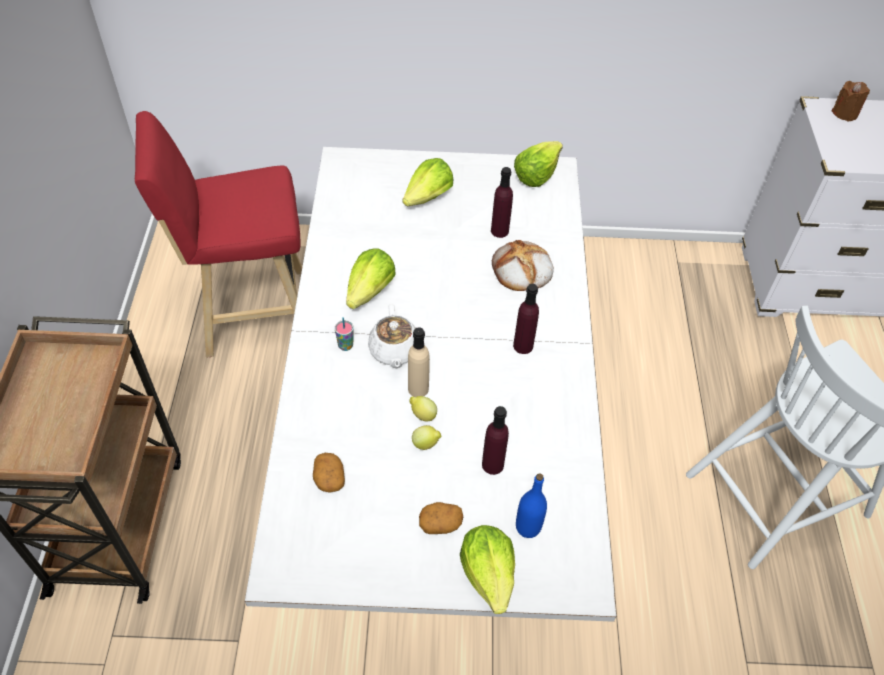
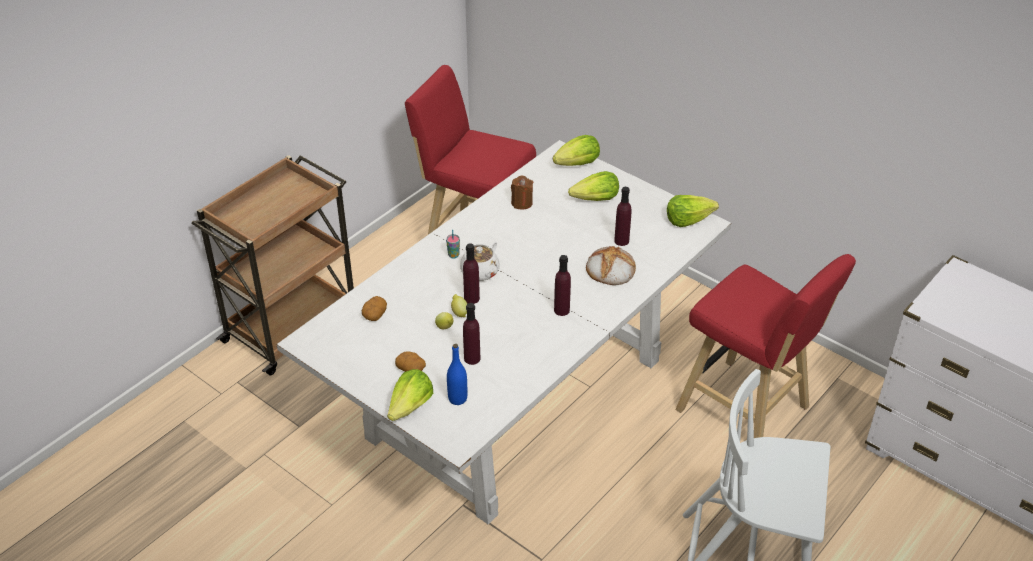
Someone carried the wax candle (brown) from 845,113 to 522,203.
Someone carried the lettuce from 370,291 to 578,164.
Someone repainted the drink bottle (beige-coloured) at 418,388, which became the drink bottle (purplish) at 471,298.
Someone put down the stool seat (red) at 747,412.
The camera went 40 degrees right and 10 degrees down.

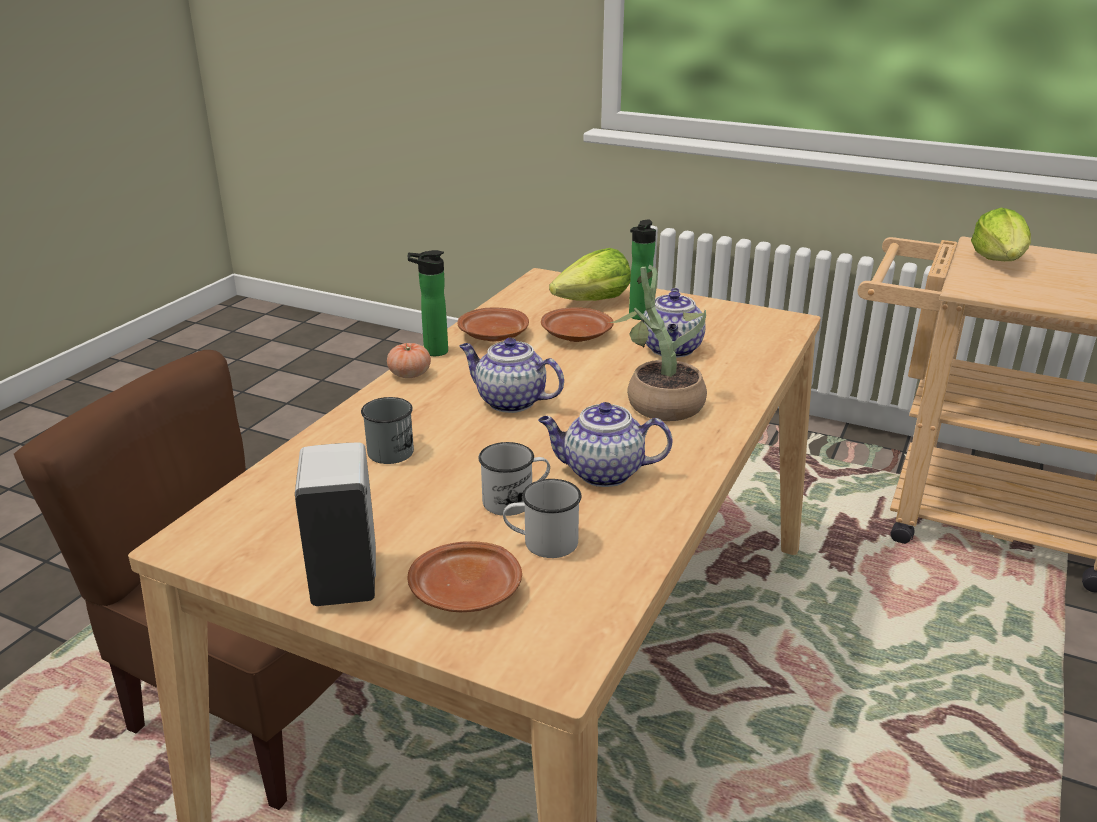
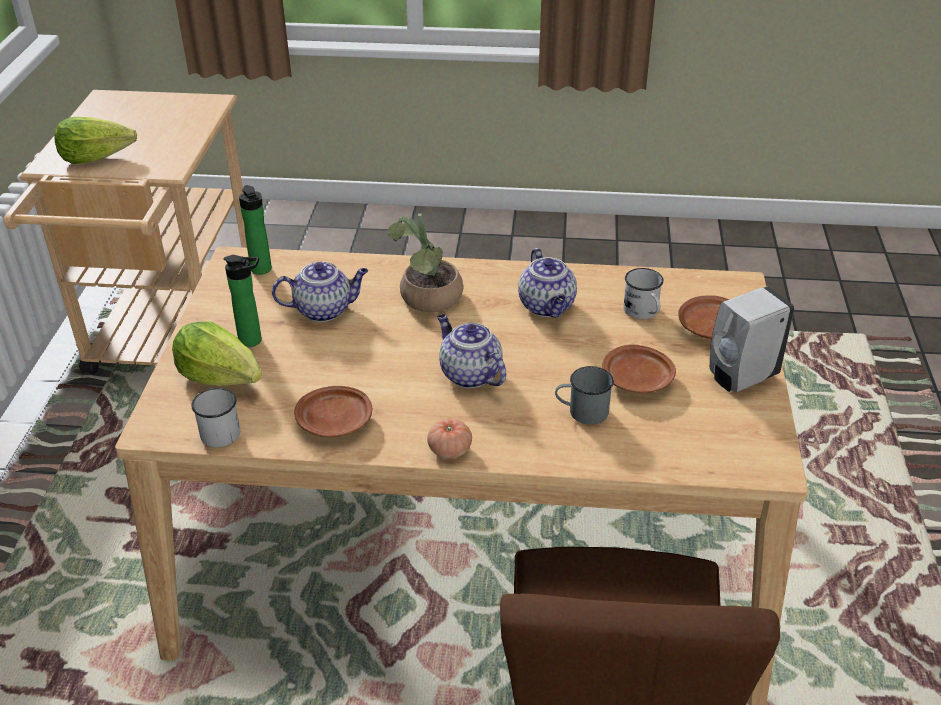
Someone carried the drink bottle from 432,351 to 262,271.
Someone carried the flat dish (brown) from 575,335 to 637,380.
Someone rotated the pot for tea at 509,401 by 135 degrees clockwise.
Someone carried the mug (whitish) from 515,500 to 217,430.
The camera went 110 degrees left and 10 degrees up.

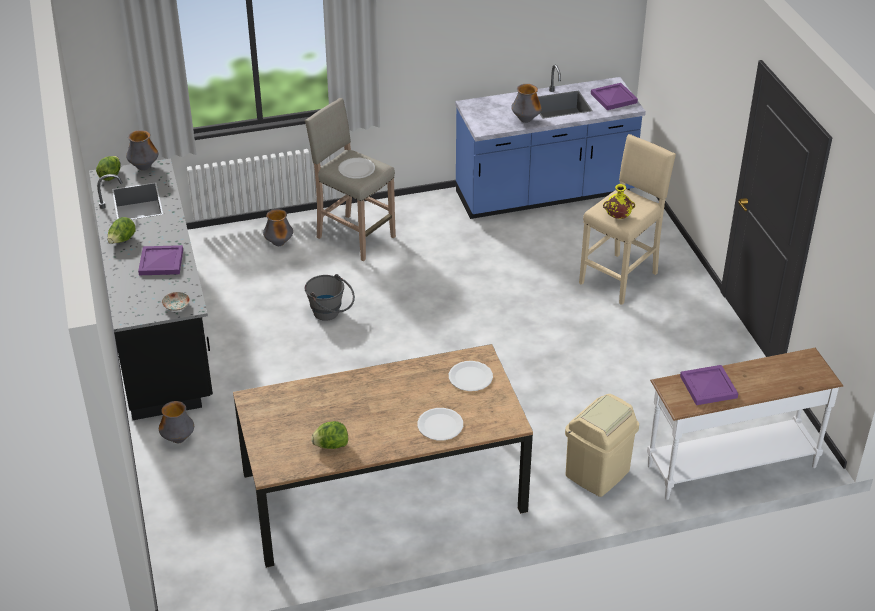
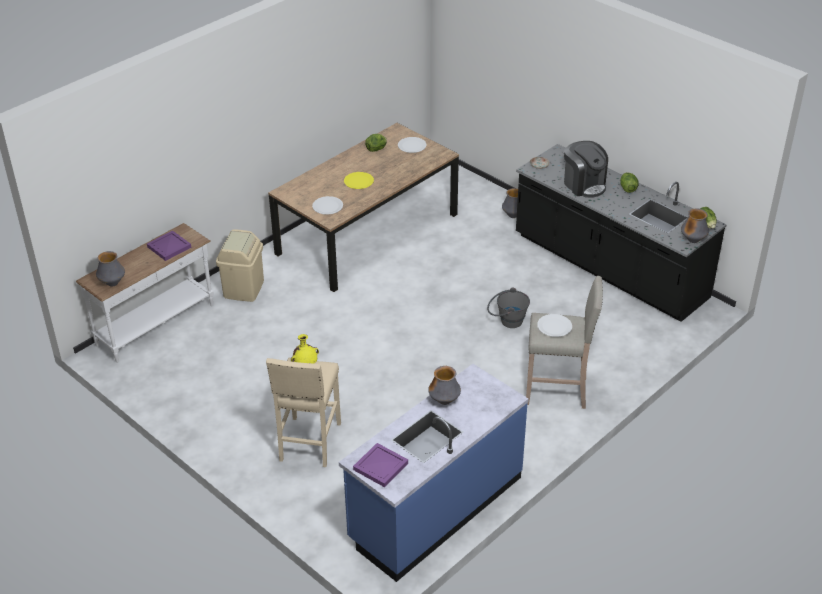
Someone carried the decorative vase from 279,243 to 112,283.
Someone swapped the carrying tray (purplish) at 160,262 for the coffee machine at 584,185.
Someone carried the flat dish (whitish) from 440,425 to 412,146.
Someone put down the flat dish (yellowish) at 358,181.
The camera went 150 degrees right and 0 degrees up.

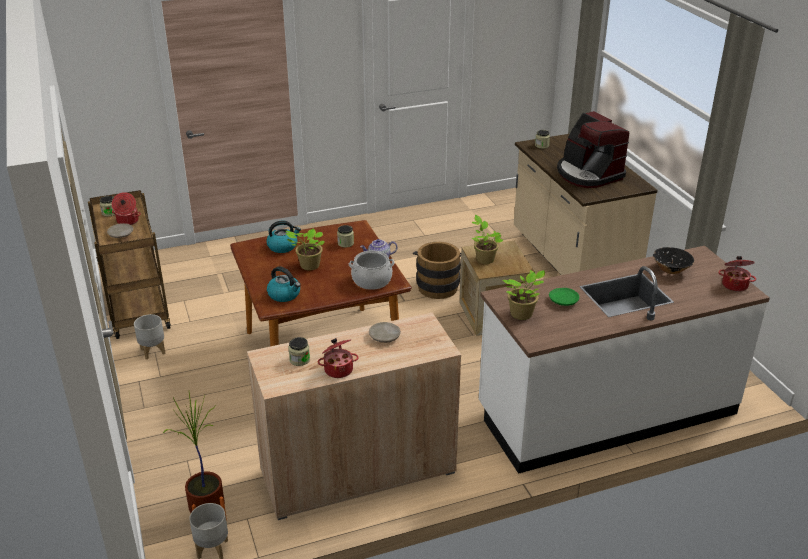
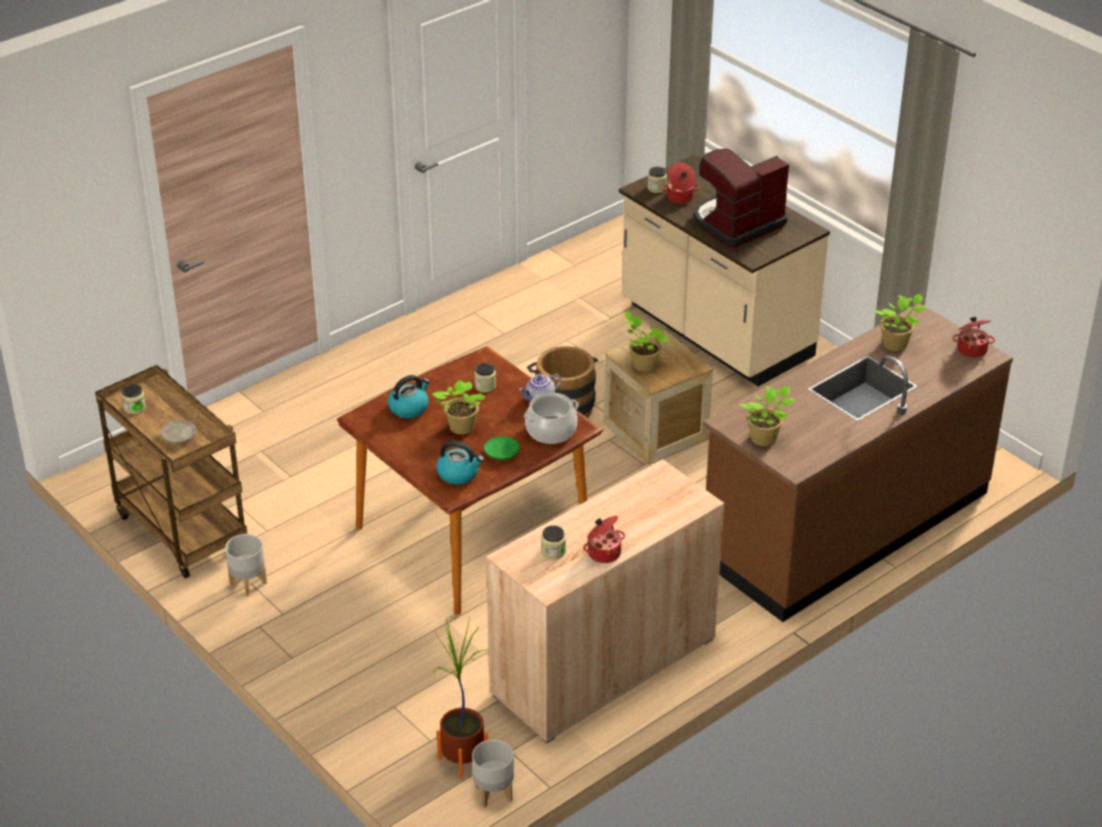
Someone rotated the coffee machine at 588,174 by 105 degrees clockwise.
Someone carried the cooking pot from 127,221 to 680,198.
Someone repainted the kitchen base unit (whitish) at 606,411, which became the kitchen base unit (brown) at 845,525.
Someone swapped the bowl (black-coloured) at 670,270 for the plant in a pot at 896,345.
Someone carried the flat dish (green-coloured) from 563,301 to 501,453.
Someone took away the flat dish (beige-coloured) at 385,337.
The camera went 20 degrees left and 5 degrees up.

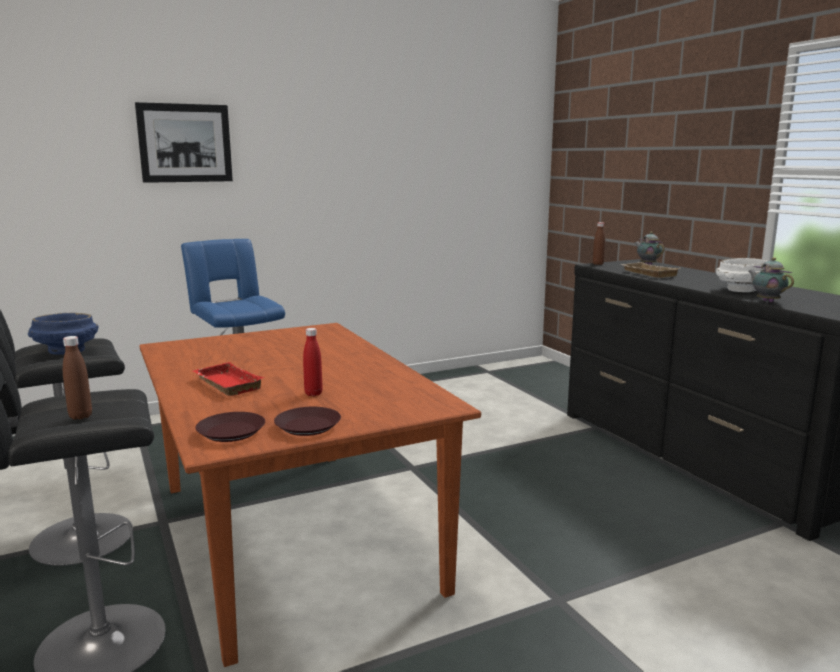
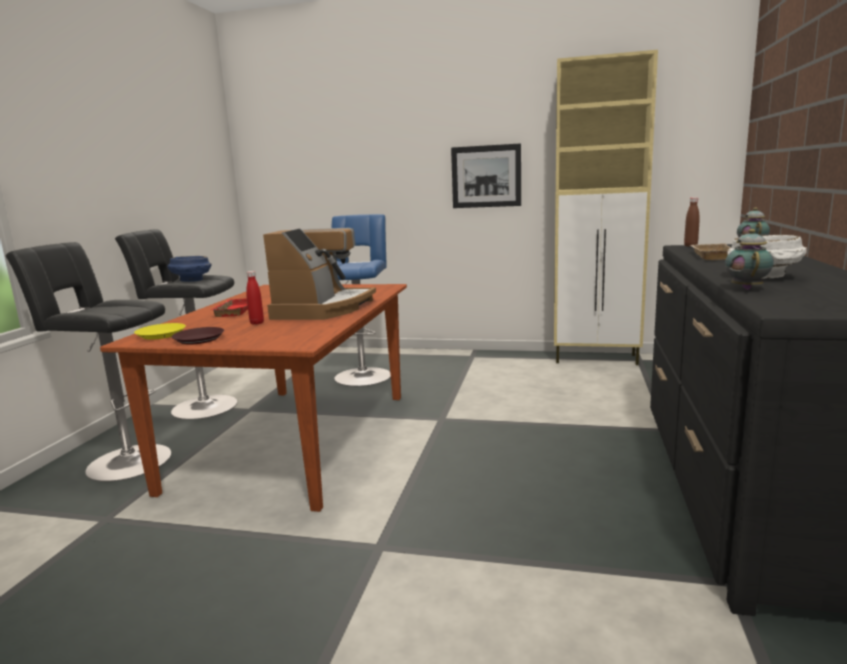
Someone carried the wall art from 185,143 to 486,176.
Someone took away the drink bottle (brown) at 80,416.
Someone repainted the flat dish (brown) at 230,432, which became the flat dish (yellowish) at 160,335.
Someone put down the cabinet (beige-coloured) at 597,359.
Someone put down the coffee machine at 323,309.
The camera went 40 degrees right and 0 degrees up.

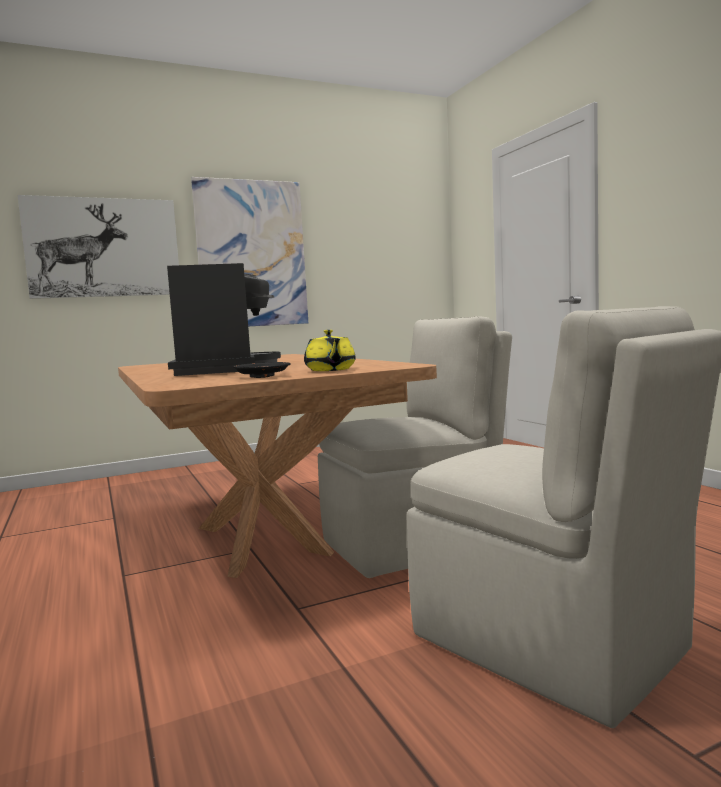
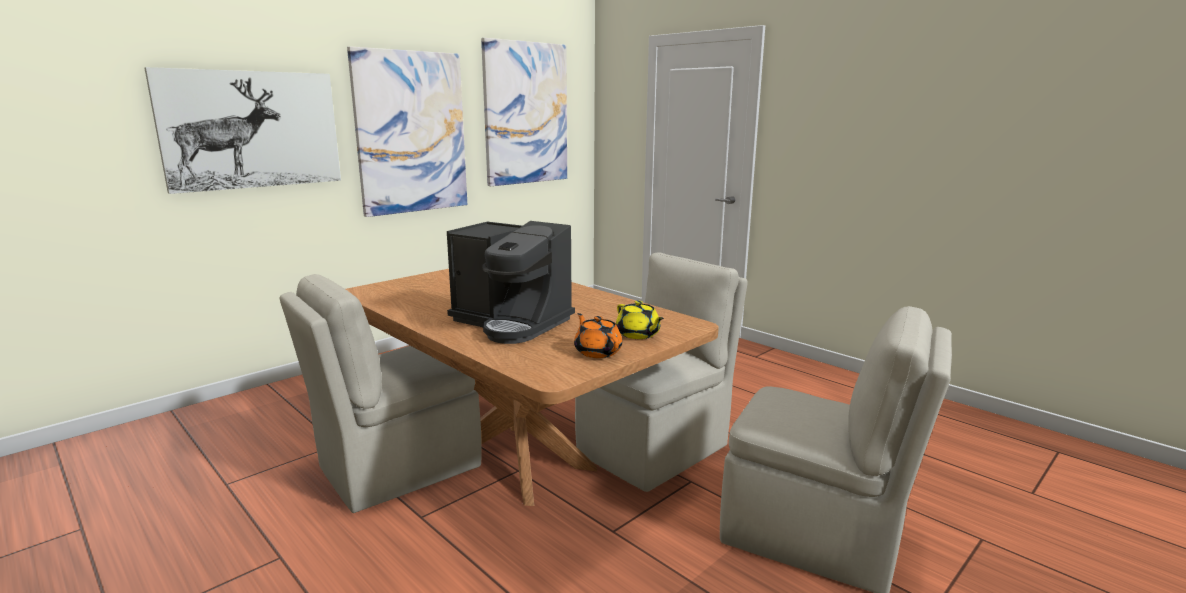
Someone rotated the coffee machine at 221,370 by 150 degrees clockwise.
Someone swapped the flat dish (black-coloured) at 261,376 for the pot for tea (orangey) at 597,352.
Someone put up the wall art at 526,114.
Someone put down the chair (beige-coloured) at 395,468.
The camera went 20 degrees left and 10 degrees up.

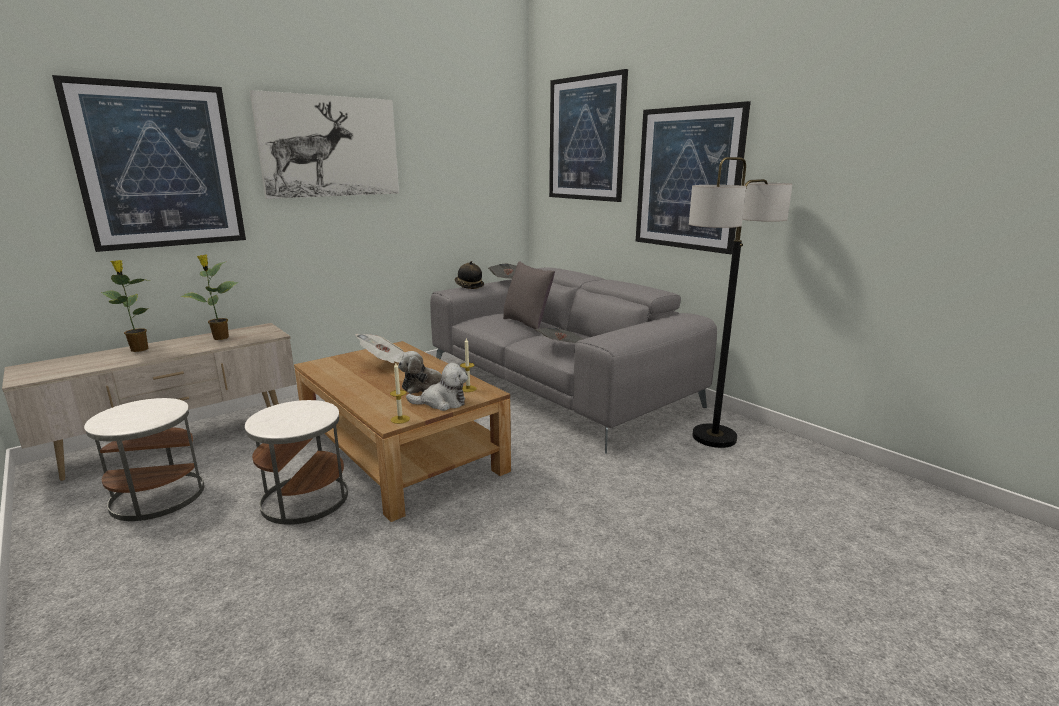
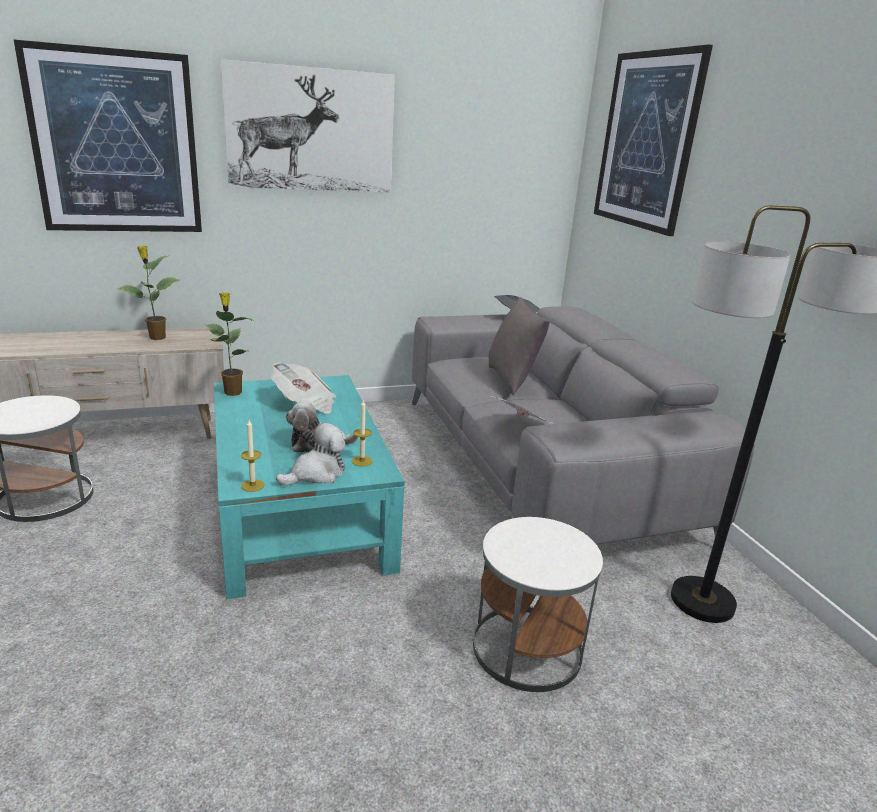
Someone took away the wall art at 687,179.
Someone carried the plant in a pot from 139,349 to 232,392.
Someone took away the wearable hat at 468,286.
Someone repainted the lounge table (brown) at 401,451, which became the lounge table (turquoise-coloured) at 299,510.
Someone rotated the soft toy at 442,403 by 60 degrees counterclockwise.
Someone carried the accent table (whitish) from 304,499 to 526,648.
The camera went 20 degrees right and 5 degrees up.

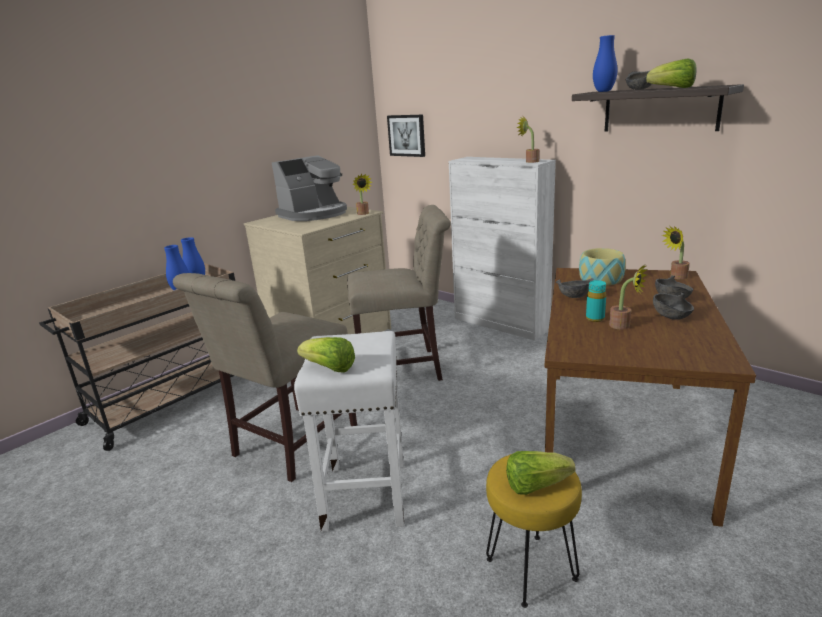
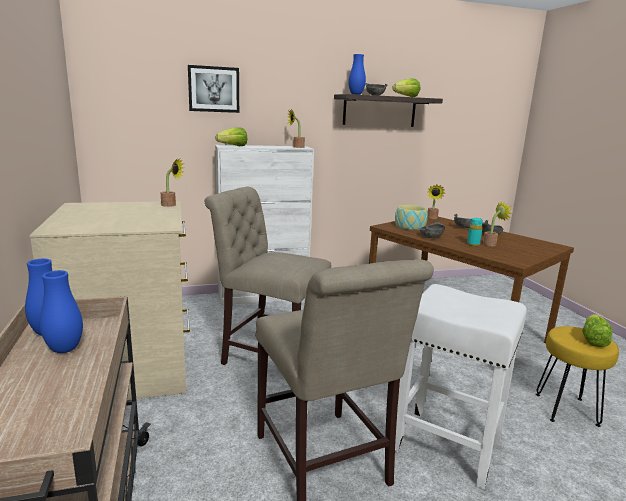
Someone carried the wall art from 407,135 to 214,89.
Someone took away the coffee machine at 314,214.
Someone rotated the chair (beige-coloured) at 404,368 by 90 degrees counterclockwise.
Someone carried the lettuce from 329,368 to 233,146.
The camera went 60 degrees left and 5 degrees down.

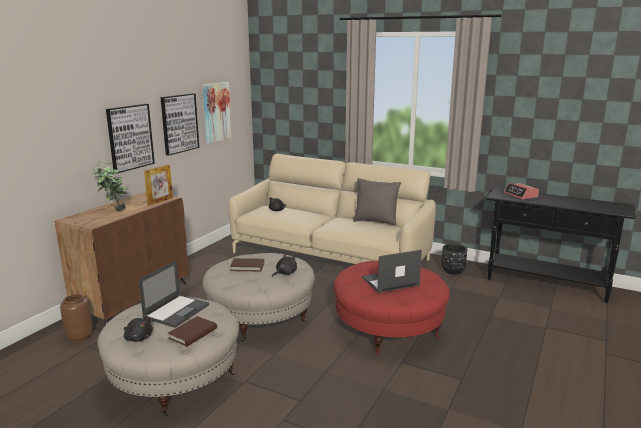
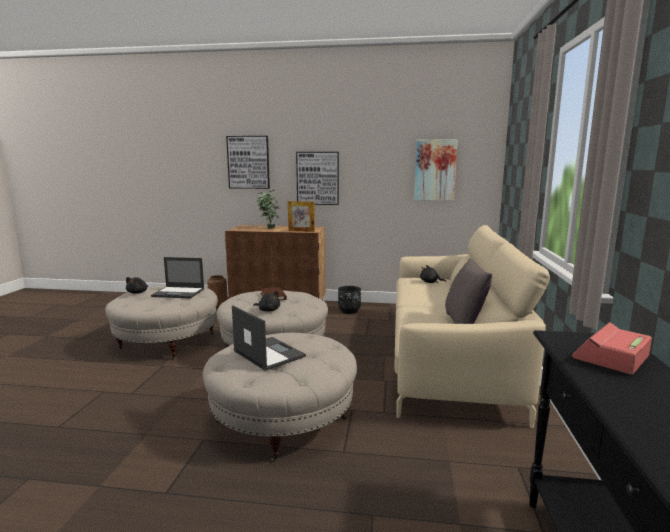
Someone carried the wall art from 179,123 to 248,162.
Someone carried the flower pot (black-coloured) from 452,271 to 349,311.
Someone repainted the footrest (red) at 388,328, which became the footrest (beige-coloured) at 282,420.
Someone took away the bound book (brown) at 193,333.
The camera went 70 degrees right and 5 degrees down.

